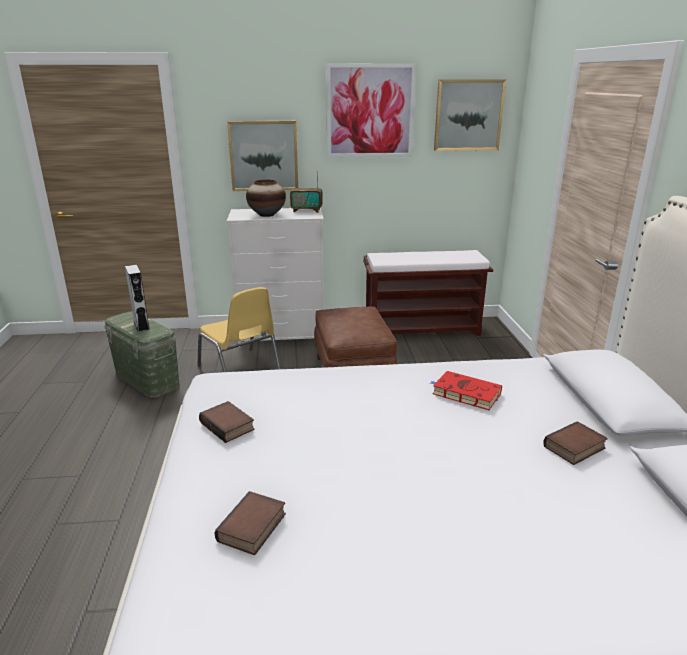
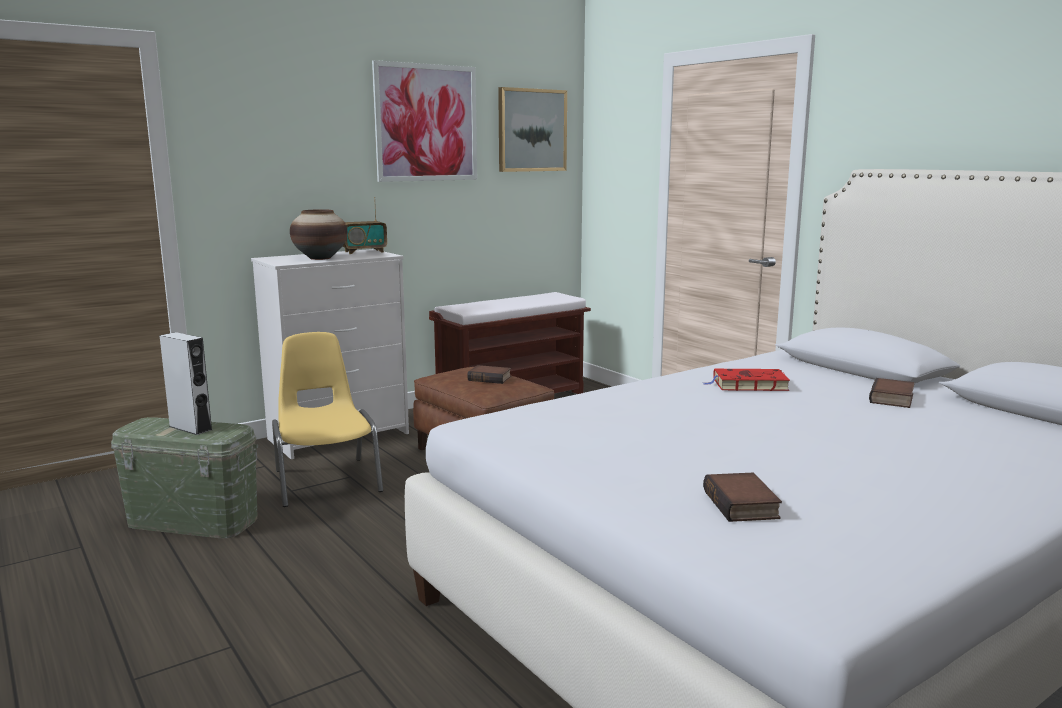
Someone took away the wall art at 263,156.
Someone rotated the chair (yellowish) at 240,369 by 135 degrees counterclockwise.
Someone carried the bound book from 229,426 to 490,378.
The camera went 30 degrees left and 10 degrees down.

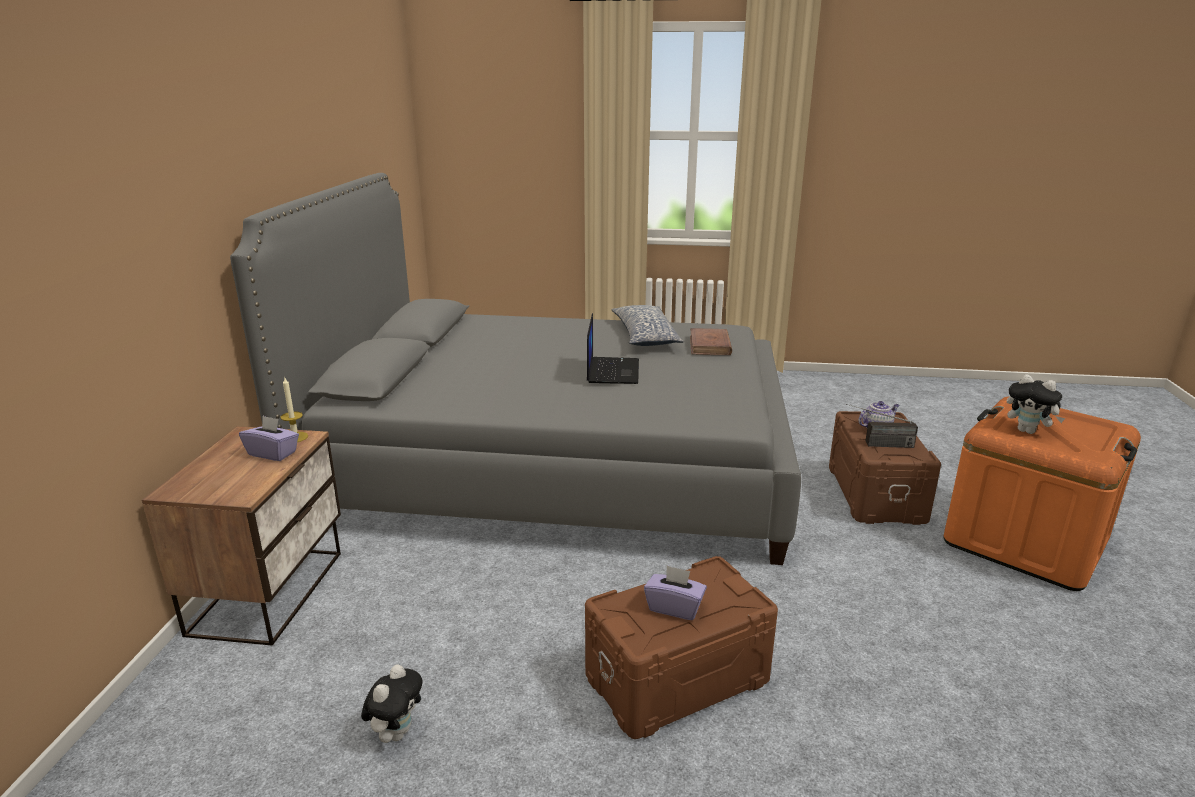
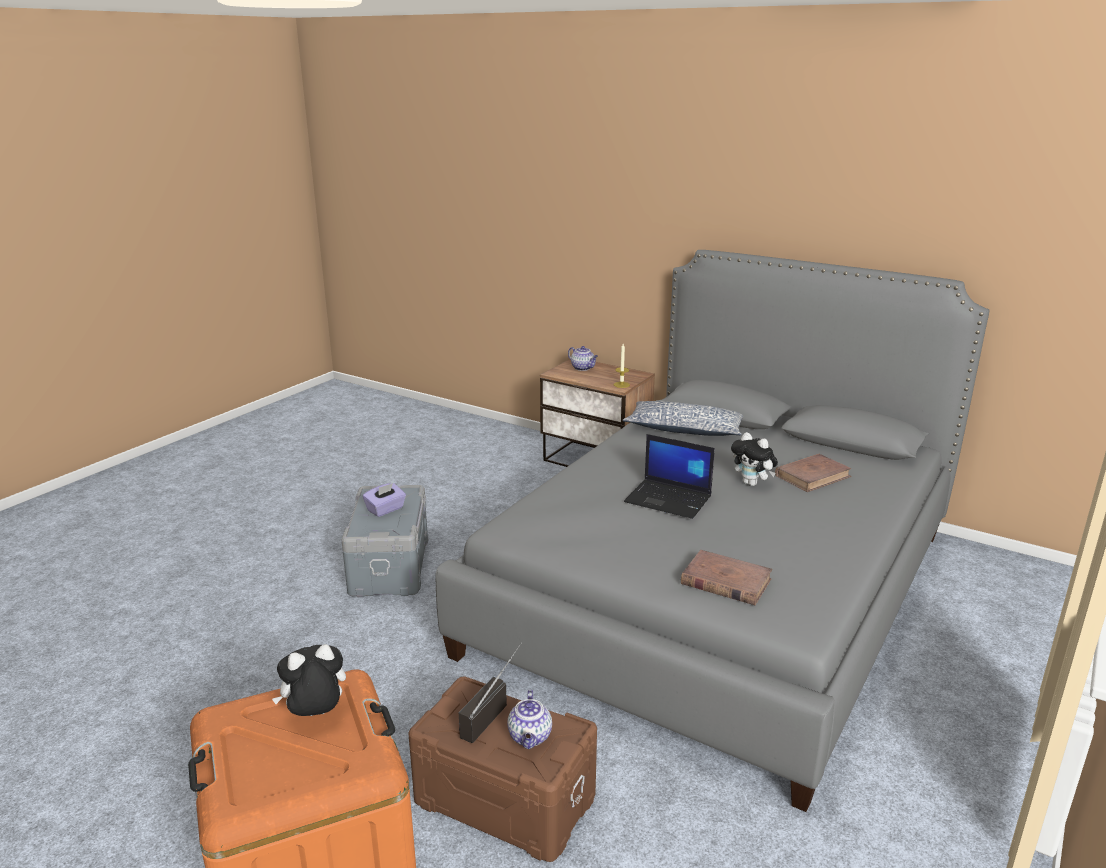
Someone carried the throw pillow from 644,336 to 684,429.
Someone took away the tissue holder (purplish) at 273,453.
Someone repainted the storage box (brown) at 675,677, which became the storage box (gray) at 391,566.
Someone carried the soft toy from 396,732 to 752,483.
Someone put down the pot for tea at 583,368.
Someone put down the bound book (brown) at 812,476.
The camera went 115 degrees right and 0 degrees up.

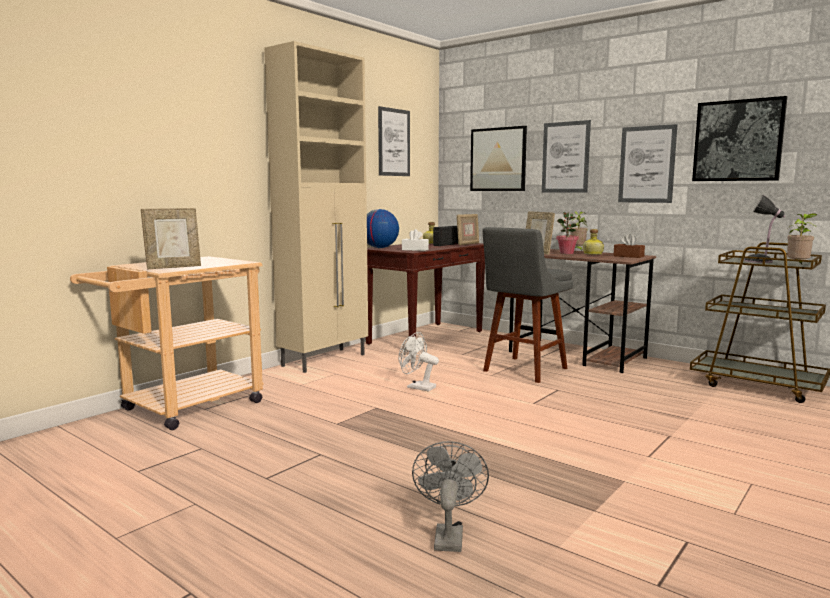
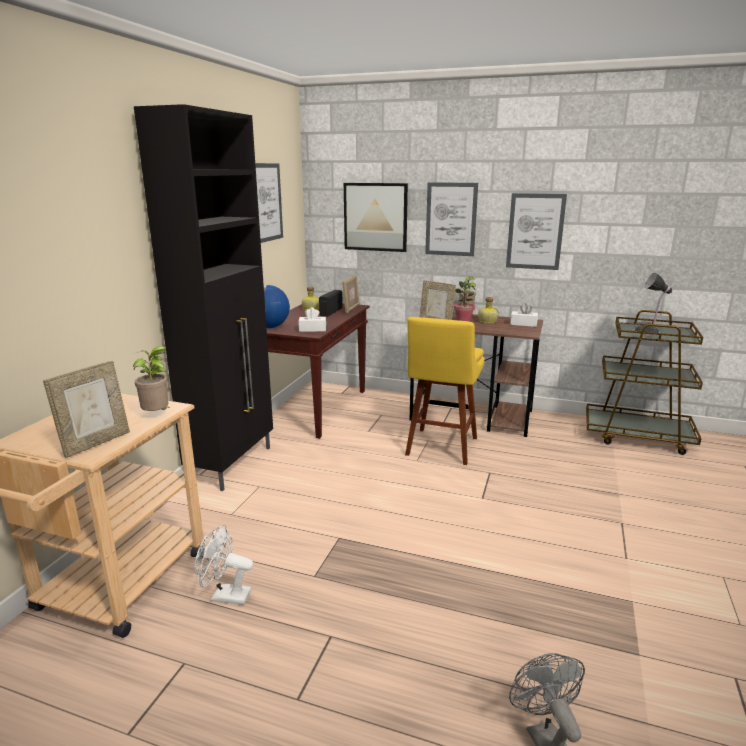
Someone repainted the cabinet (beige-coloured) at 325,360, which became the cabinet (black-coloured) at 233,464.
Someone took away the wall art at 738,141.
Someone carried the plant in a pot from 798,266 to 158,415.
Someone repainted the stool seat (gray) at 523,370, which became the stool seat (yellowish) at 441,448.
Someone repainted the tissue holder (brown) at 628,256, which became the tissue holder (whitish) at 523,324.
Someone carried the fan (whitish) from 417,387 to 225,596.
The camera went 20 degrees left and 10 degrees up.

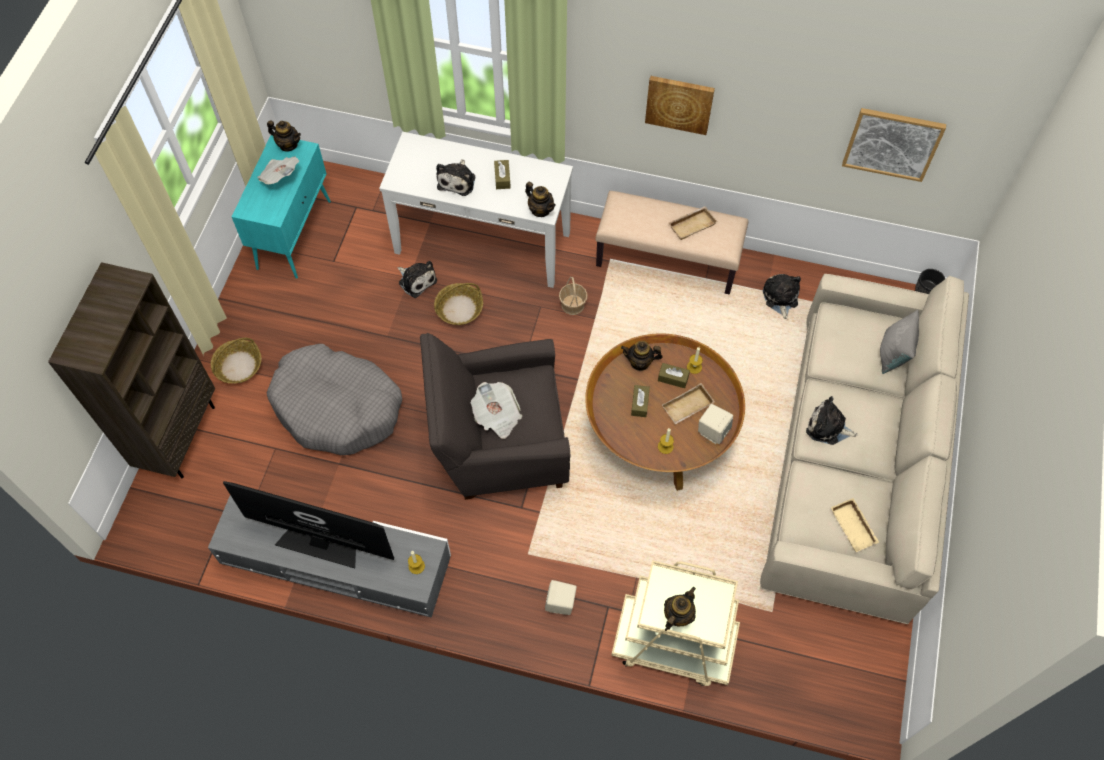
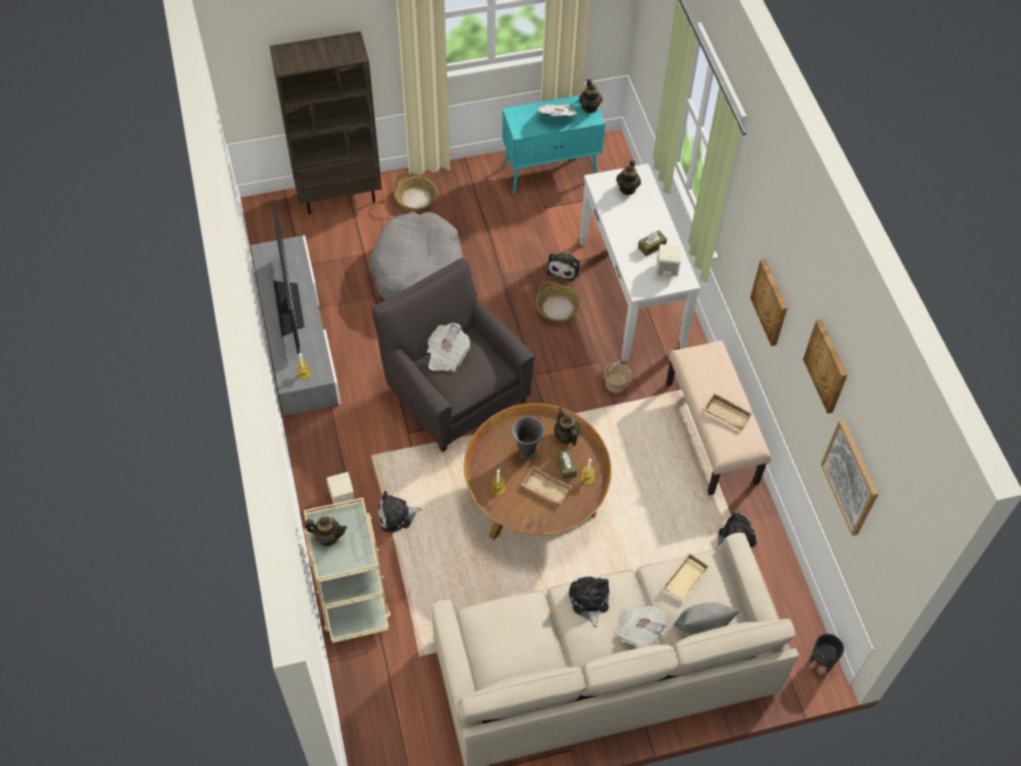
Someone carried the soft toy from 457,180 to 397,516.
Someone carried the pot for tea from 540,210 to 627,188.
Someone swapped the tissue holder (brown) at 639,404 for the decorative vase (gray) at 526,453.
Someone carried the loudspeaker (beige-coloured) from 713,431 to 666,270.
Someone carried the carrying tray (beige-coloured) from 854,527 to 686,580.
Someone put up the wall art at 827,366.
Someone put down the daily paper at 638,629.
The camera went 60 degrees right and 5 degrees down.

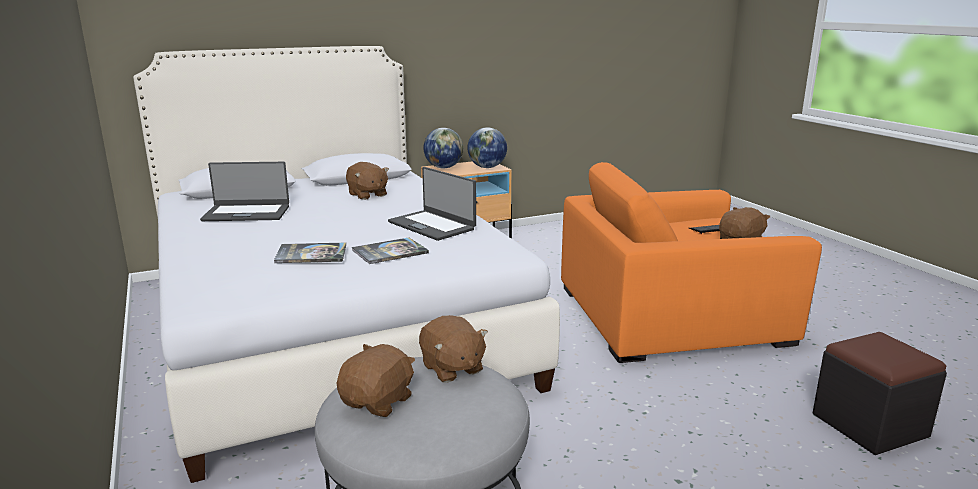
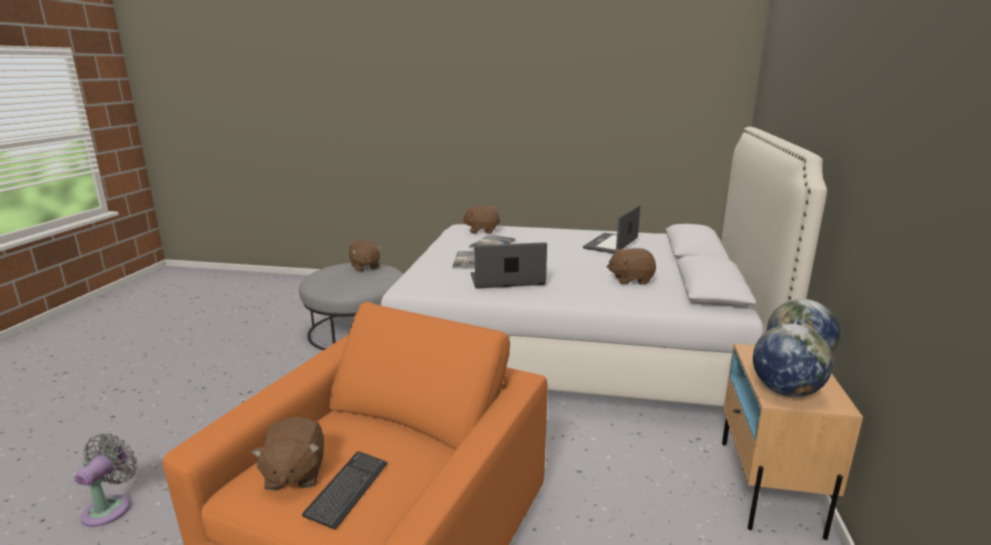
Someone carried the soft toy (brown) from 452,368 to 482,230.
Someone swapped the footrest (black-coloured) at 869,425 for the fan (gray) at 110,507.
The camera went 125 degrees right and 0 degrees up.

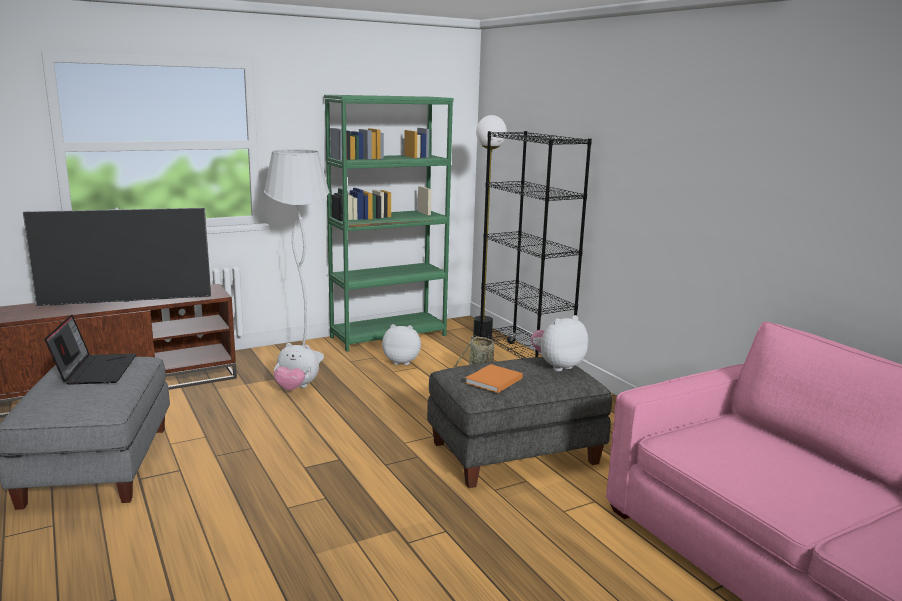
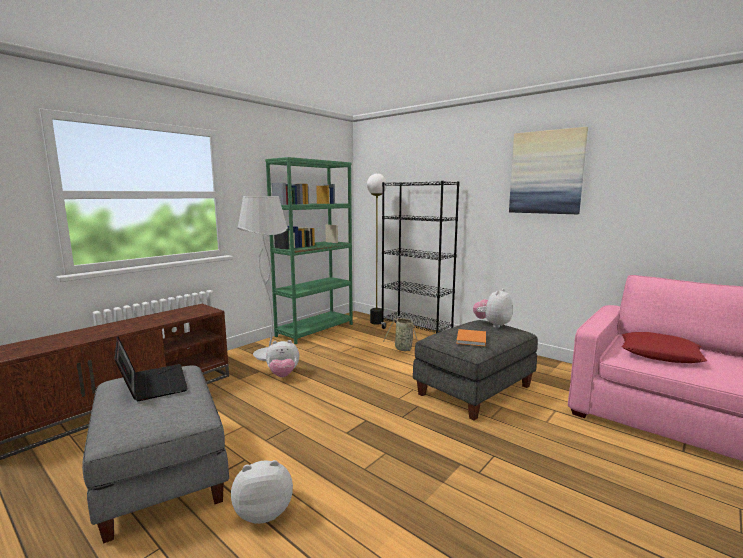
Someone took away the TV at 126,301.
Someone carried the soft toy from 402,361 to 264,512.
Someone put up the wall art at 546,172.
Someone put down the throw pillow (red) at 660,354.
The camera went 20 degrees left and 5 degrees down.

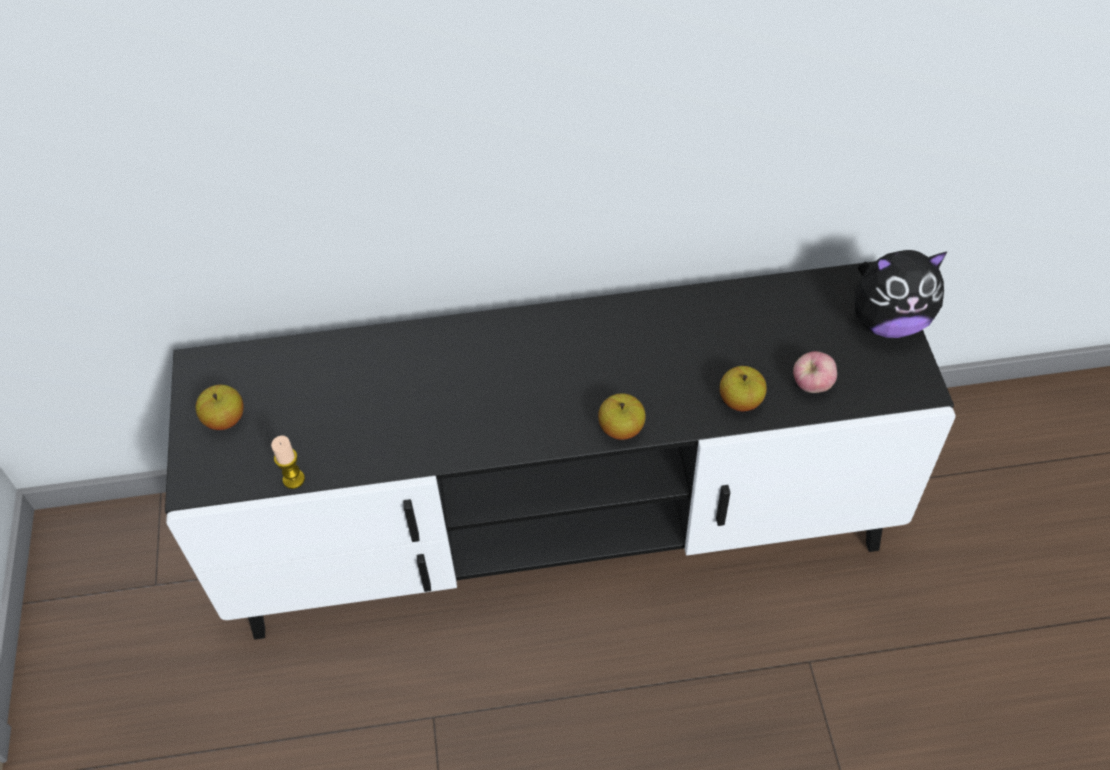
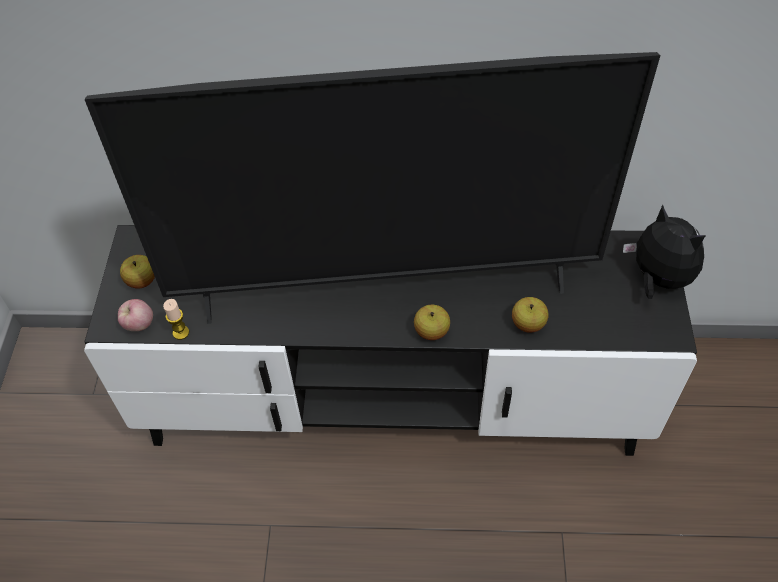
Someone rotated the soft toy at 888,321 by 135 degrees counterclockwise.
Someone carried the apple fruit from 812,385 to 139,325.
Someone put down the TV at 384,287.
The camera went 10 degrees right and 0 degrees up.

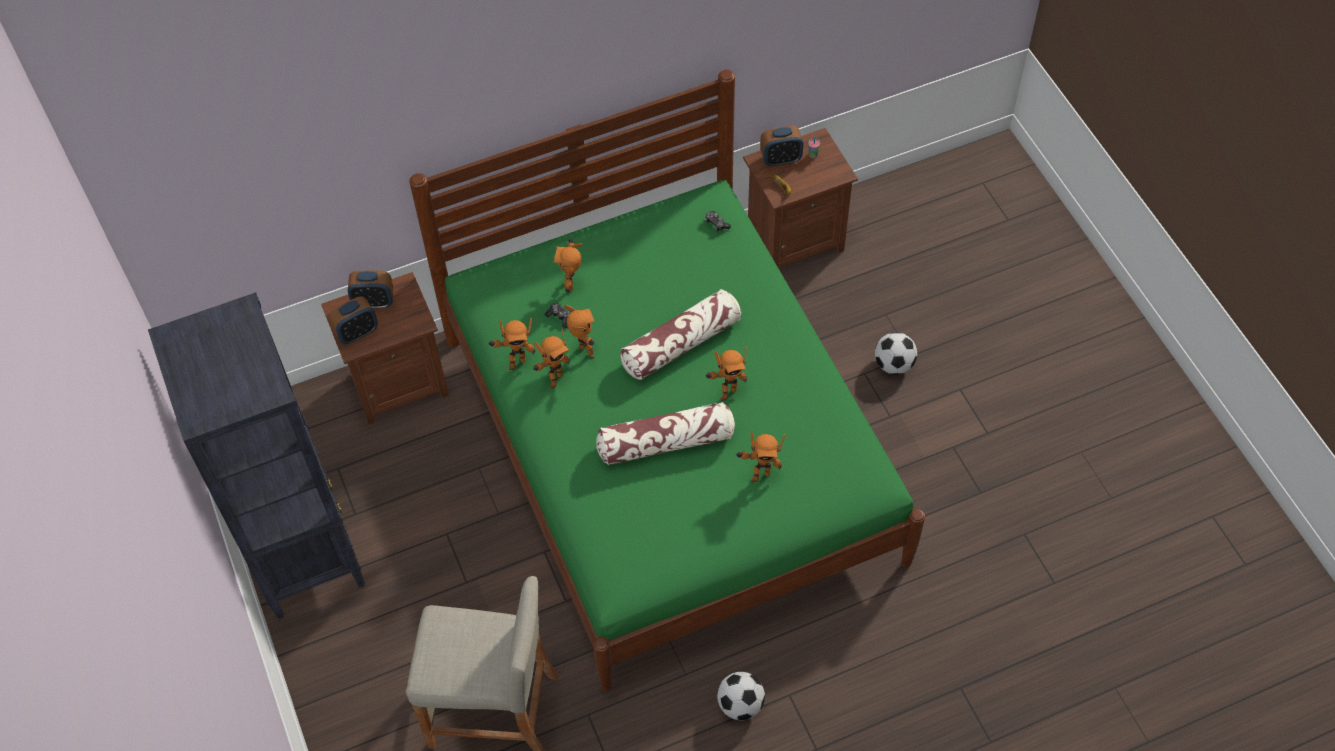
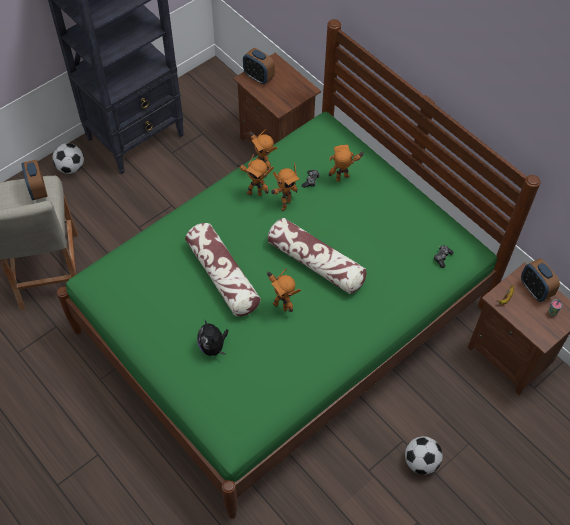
Someone carried the bedside clock from 374,302 to 38,190.
Someone swapped the model robot at 759,475 for the soft toy at 213,347.
Someone carried the football from 740,704 to 71,168.
The camera went 70 degrees right and 0 degrees up.

